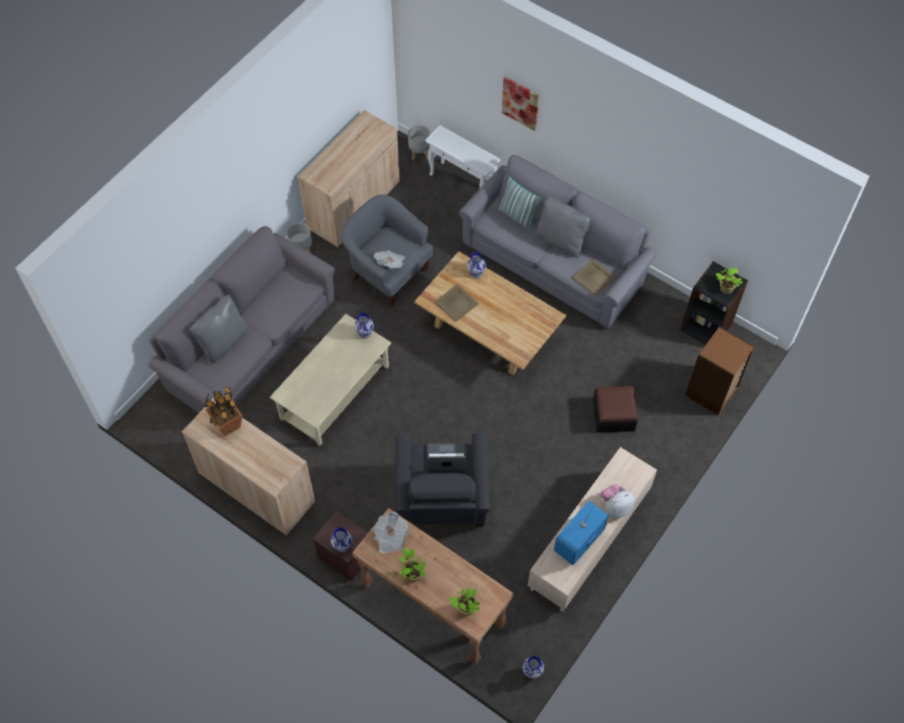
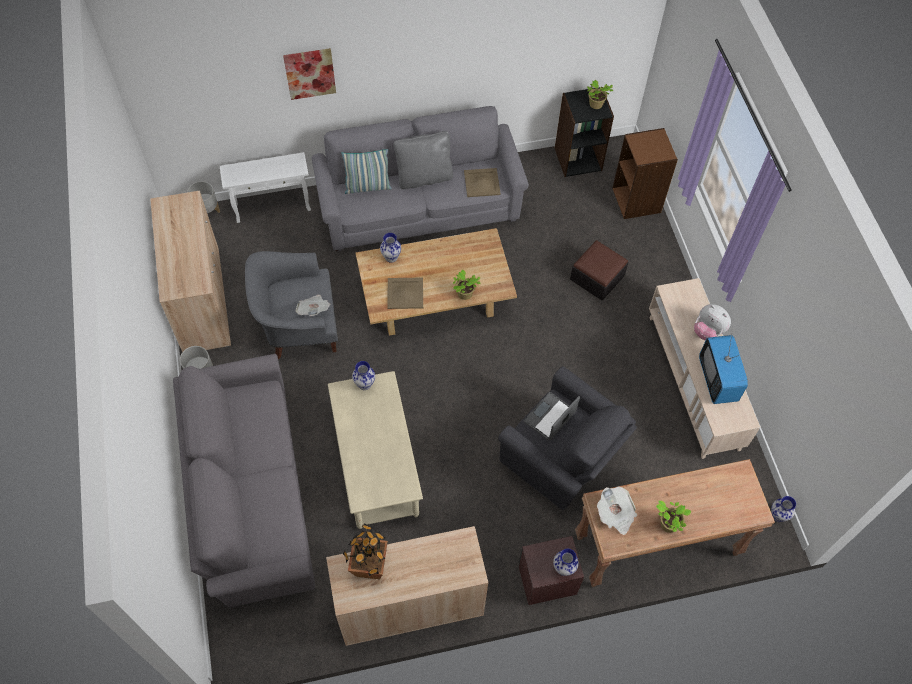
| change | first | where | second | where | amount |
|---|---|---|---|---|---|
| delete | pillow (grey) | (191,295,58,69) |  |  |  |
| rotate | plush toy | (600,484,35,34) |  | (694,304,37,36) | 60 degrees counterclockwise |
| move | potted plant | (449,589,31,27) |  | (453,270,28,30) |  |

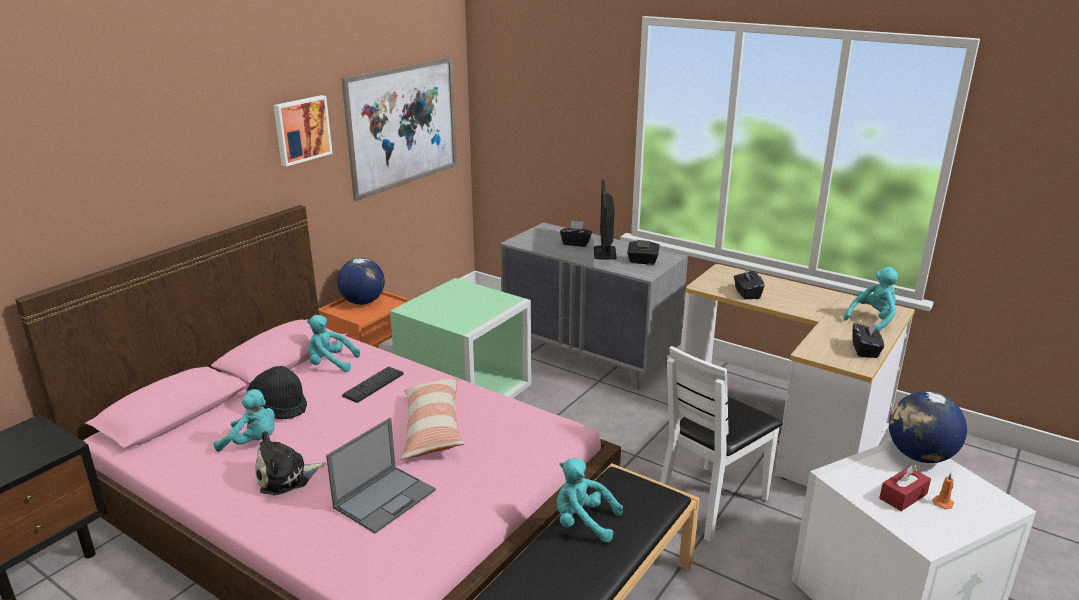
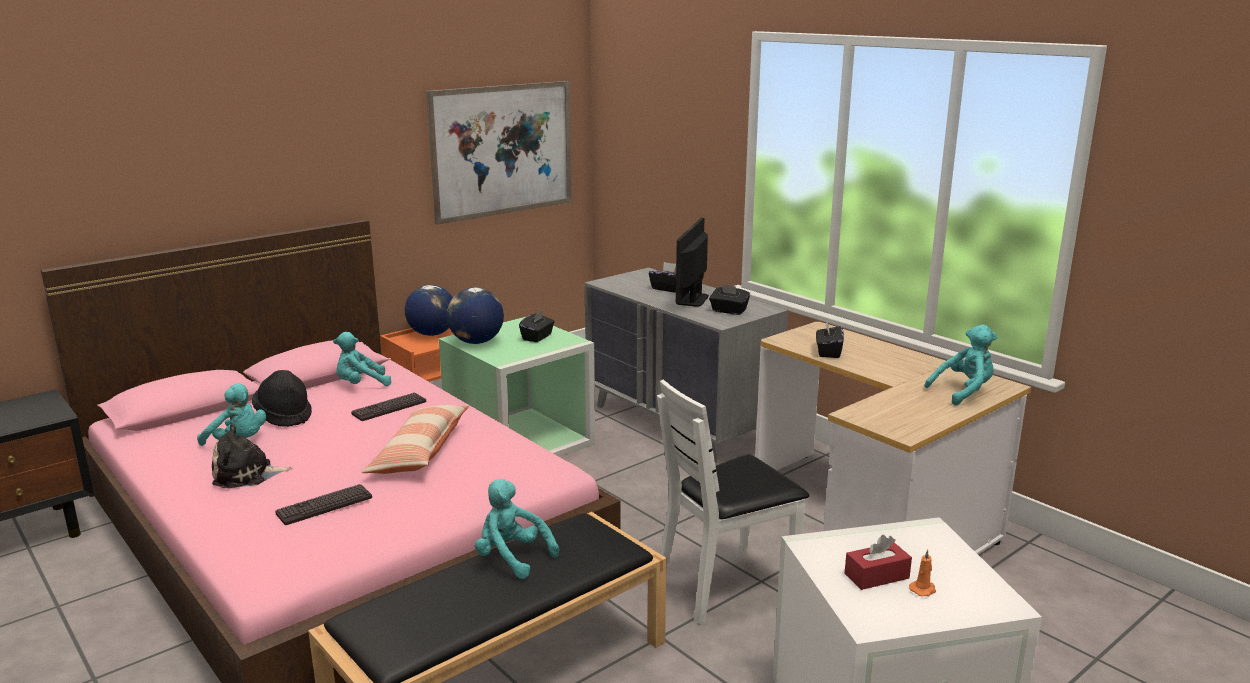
| change | first | where | second | where | amount |
|---|---|---|---|---|---|
| delete | picture | (273,95,60,72) |  |  |  |
| rotate | plush toy (turquoise) | (307,315,53,57) |  | (333,332,59,54) | 45 degrees counterclockwise |
| move | tissue box (black) | (852,321,32,37) |  | (519,310,36,32) |  |
| move | globe | (889,392,78,71) |  | (447,288,57,56) |  |
| replace | laptop | (326,418,110,115) | keyboard | (275,484,97,41) |  |

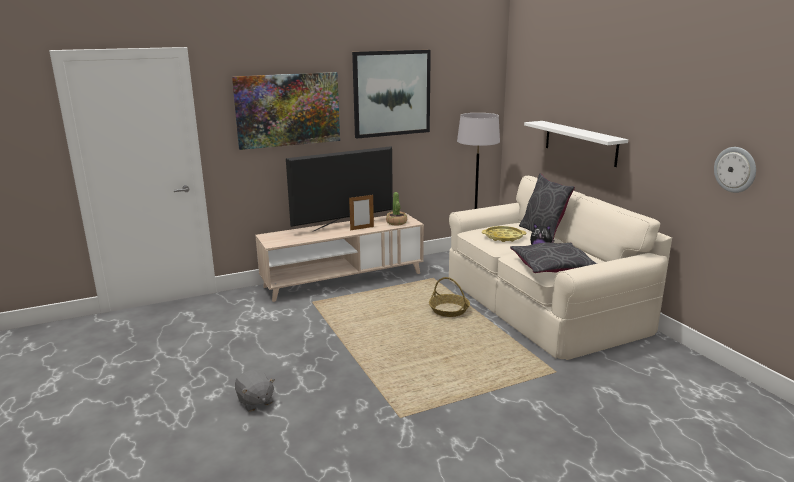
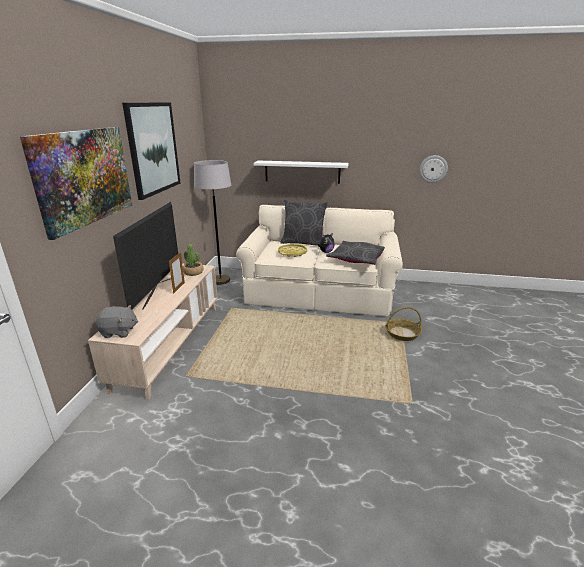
| change | first | where | second | where | amount |
|---|---|---|---|---|---|
| move | basket | (429,277,41,40) |  | (385,307,37,34) |  |
| move | plush toy (grey) | (235,370,40,41) |  | (96,305,42,33) |  |

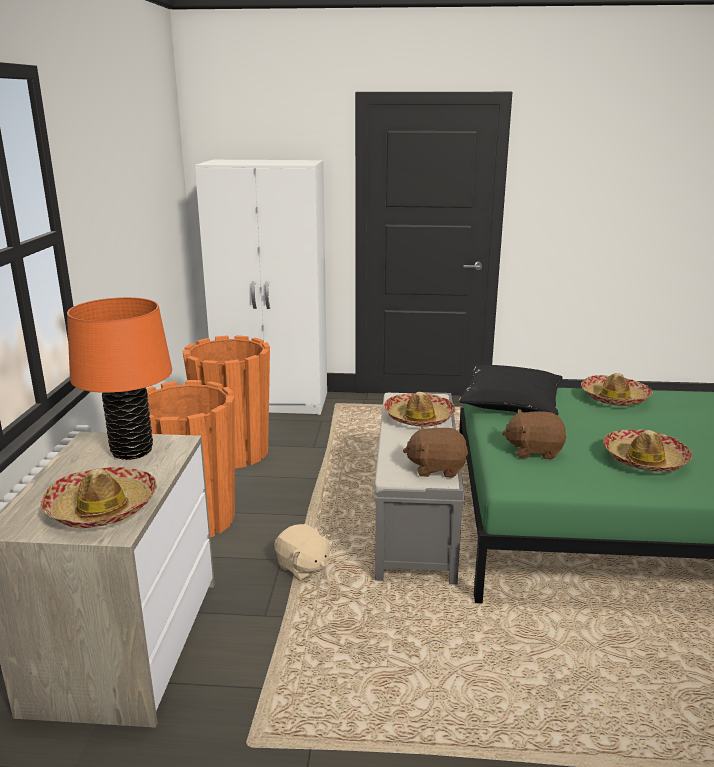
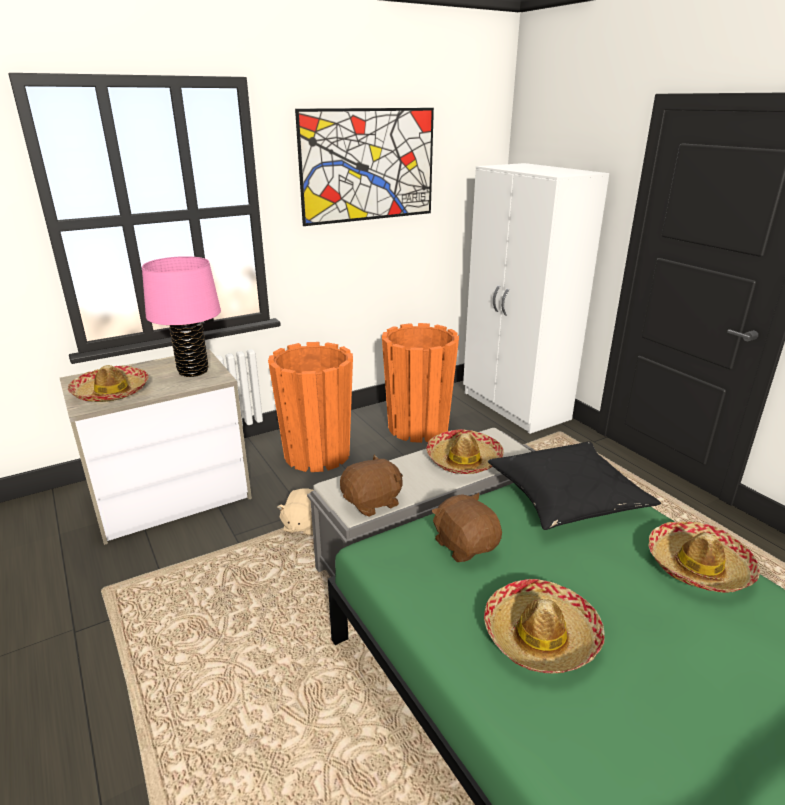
| change | first | where | second | where | amount |
|---|---|---|---|---|---|
| recolor | table lamp (orange) | (67,297,105,163) | table lamp (pink) | (142,256,79,121) |  |
| rotate | plush toy (brown) | (403,425,66,53) |  | (340,455,63,62) | 90 degrees clockwise |
| insert |  |  | picture | (295,108,139,118) |  |

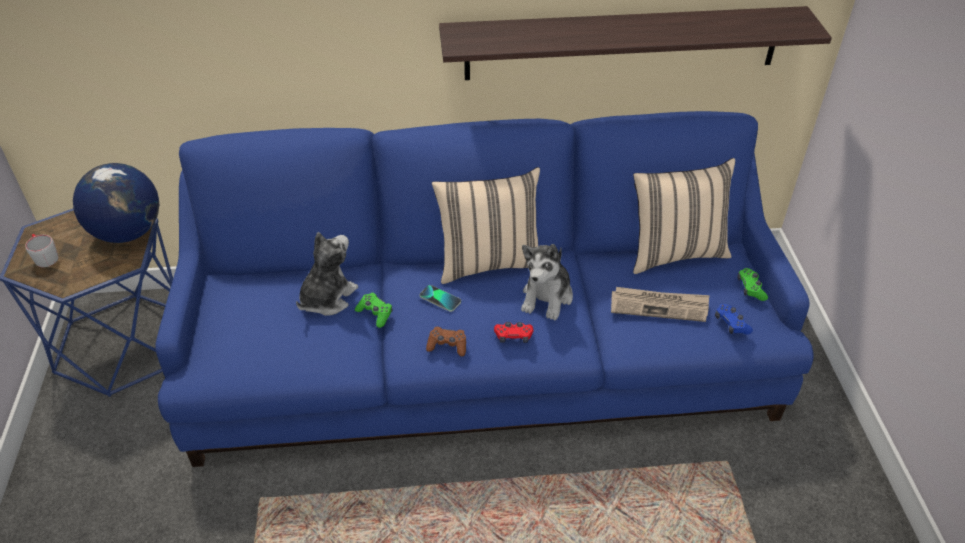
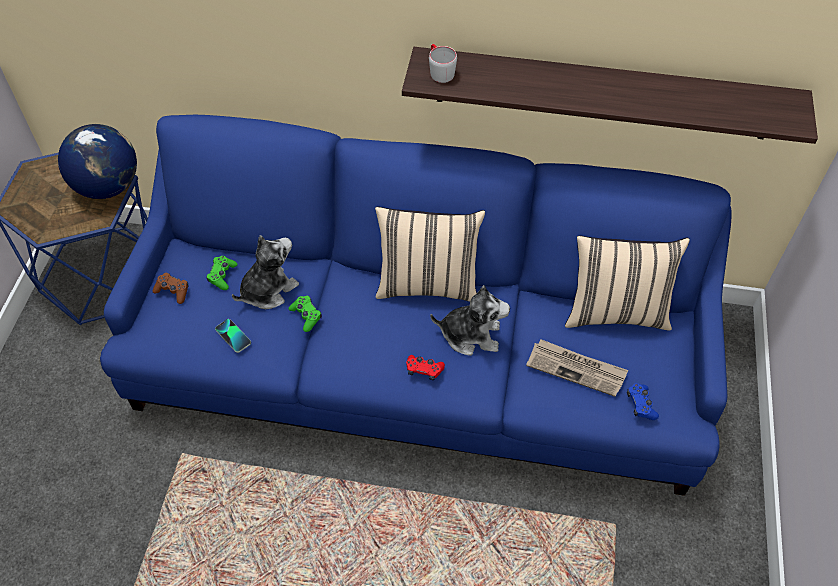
| change | first | where | second | where | amount |
|---|---|---|---|---|---|
| move | mug (grey) | (25,234,33,33) |  | (429,44,28,39) |  |
| rotate | plush toy | (521,244,52,77) |  | (430,285,80,71) | 120 degrees counterclockwise |
| move | game controller (green) | (737,268,31,33) |  | (206,256,32,34) |  |
| move | phone | (419,285,42,27) |  | (215,319,36,34) |  |
| move | game controller (brown) | (426,327,40,29) |  | (153,273,36,31) |  |

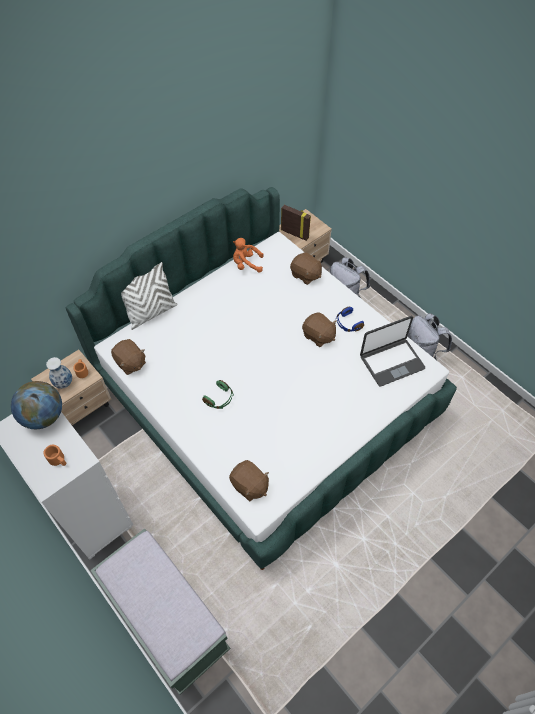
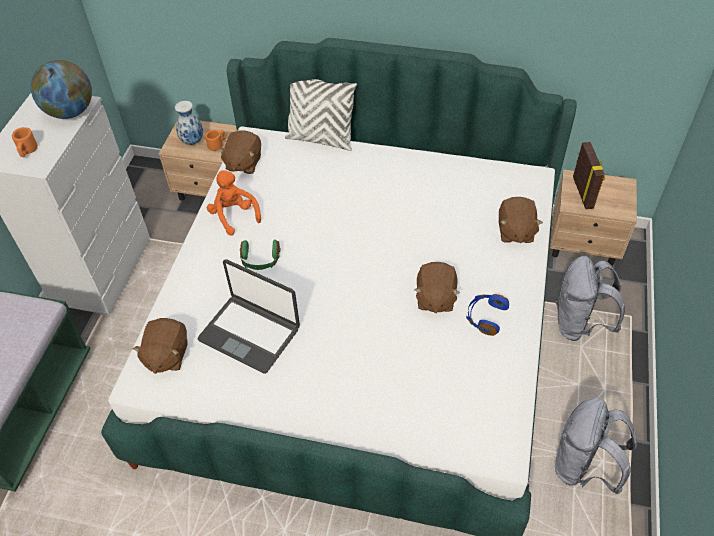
| change | first | where | second | where | amount |
|---|---|---|---|---|---|
| move | plush toy (orange) | (233,238,31,35) |  | (207,170,54,66) |  |
| move | laptop | (360,316,65,71) |  | (198,259,102,115) |  |

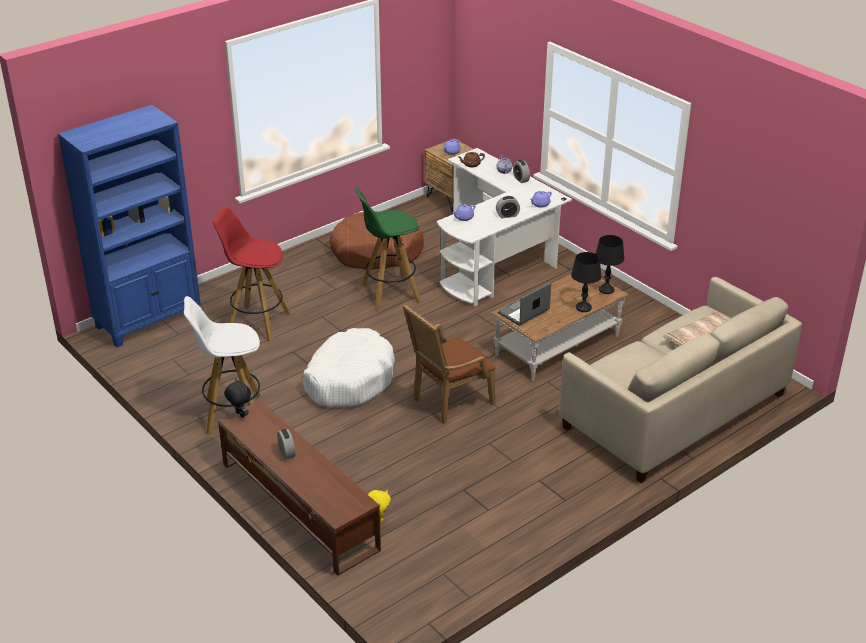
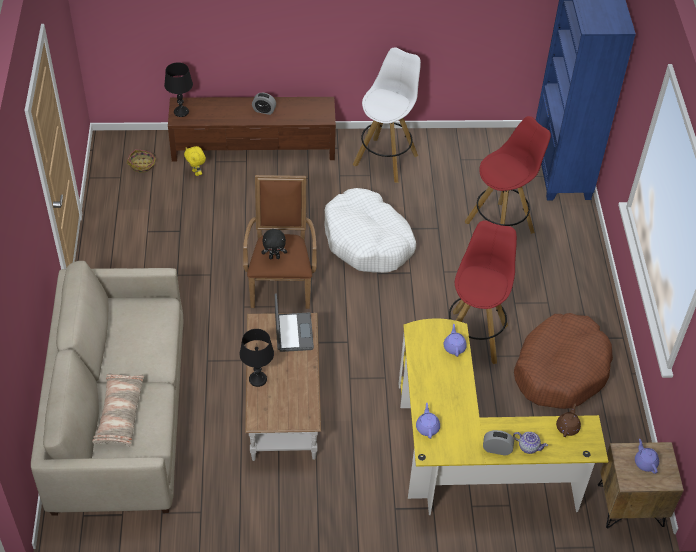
| change | first | where | second | where | amount |
|---|---|---|---|---|---|
| recolor | desk (white) | (437,148,135,159) | desk (yellow) | (399,319,209,196) |  |
| recolor | stool (green) | (355,187,66,123) | stool (red) | (449,220,68,144) |  |
| delete | alarm clock | (496,196,24,22) |  |  |  |
| move | table lamp (black) | (596,235,28,59) |  | (164,62,29,55) |  |
| move | plush toy (black) | (224,378,27,40) |  | (262,229,25,30) |  |
| insert |  |  | basket | (127,149,29,24) |  |

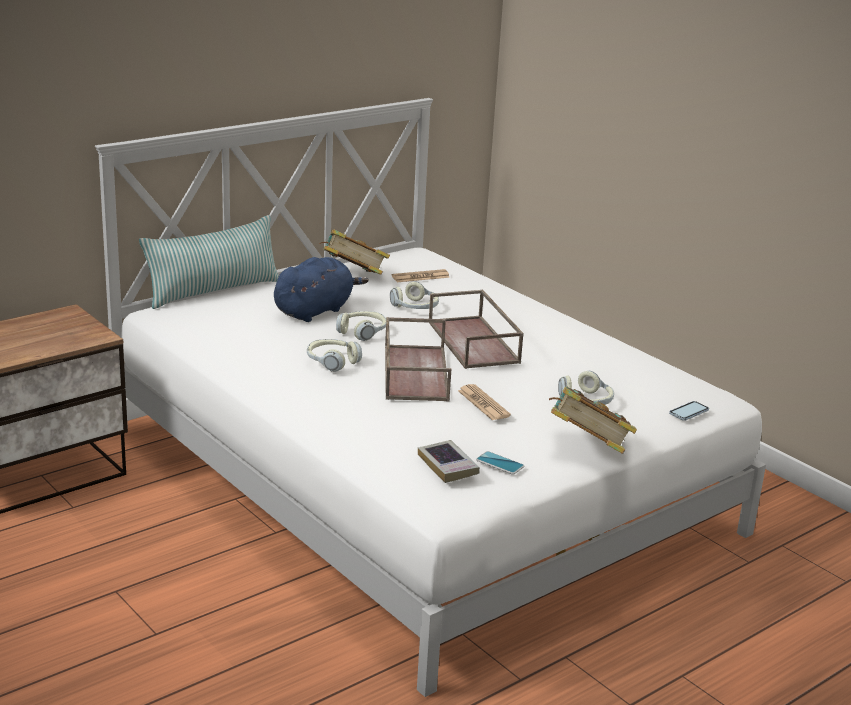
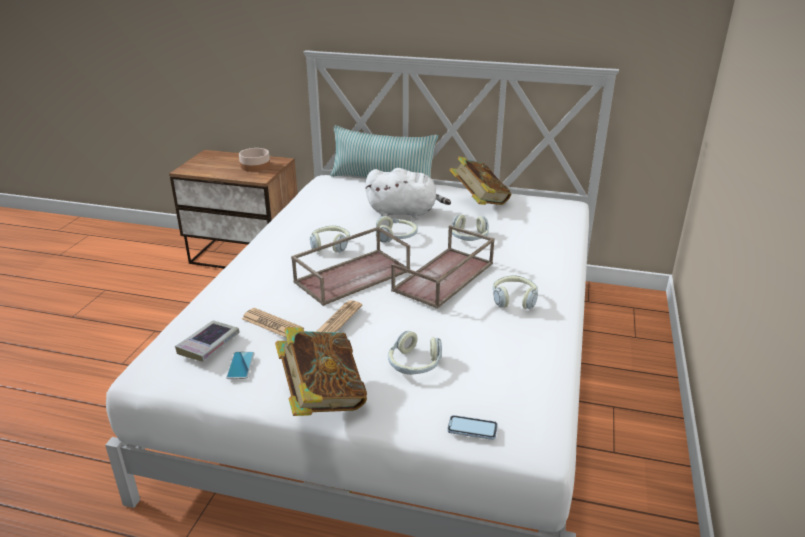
| change | first | where | second | where | amount |
|---|---|---|---|---|---|
| recolor | plush toy (blue) | (274,257,95,65) | plush toy (white) | (365,168,86,50) |  |
| move | newspaper | (392,269,58,13) |  | (242,308,62,29) |  |
| insert |  |  | bowl | (239,148,31,24) |  |
| insert |  |  | headphones | (493,275,45,34) |  |

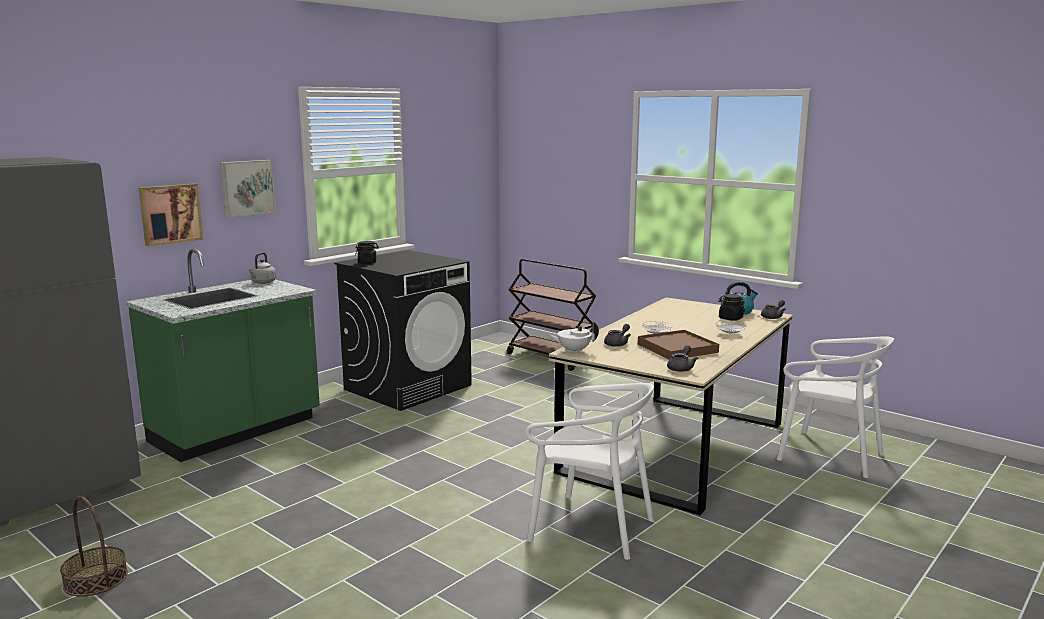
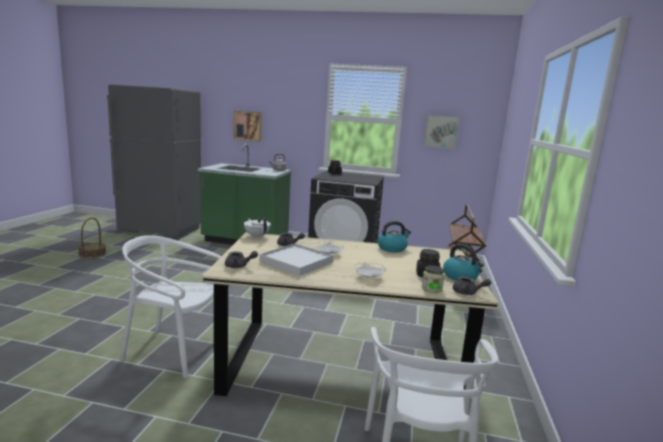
| change | first | where | second | where | amount |
|---|---|---|---|---|---|
| move | picture | (220,160,56,57) |  | (424,115,35,34) |  |
| recolor | tray (brown) | (638,330,81,29) | tray (white) | (259,243,75,33) |  |
| rotate | chair (white) | (525,383,129,177) |  | (120,235,101,143) | 105 degrees clockwise |
| insert |  |  | kettle | (378,221,33,31) |  |
| insert |  |  | jar | (422,265,23,28) |  |

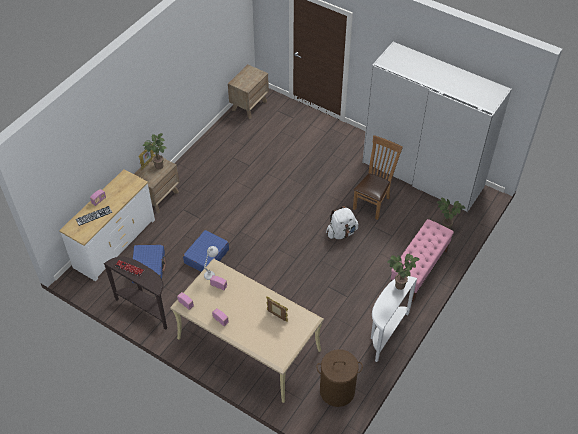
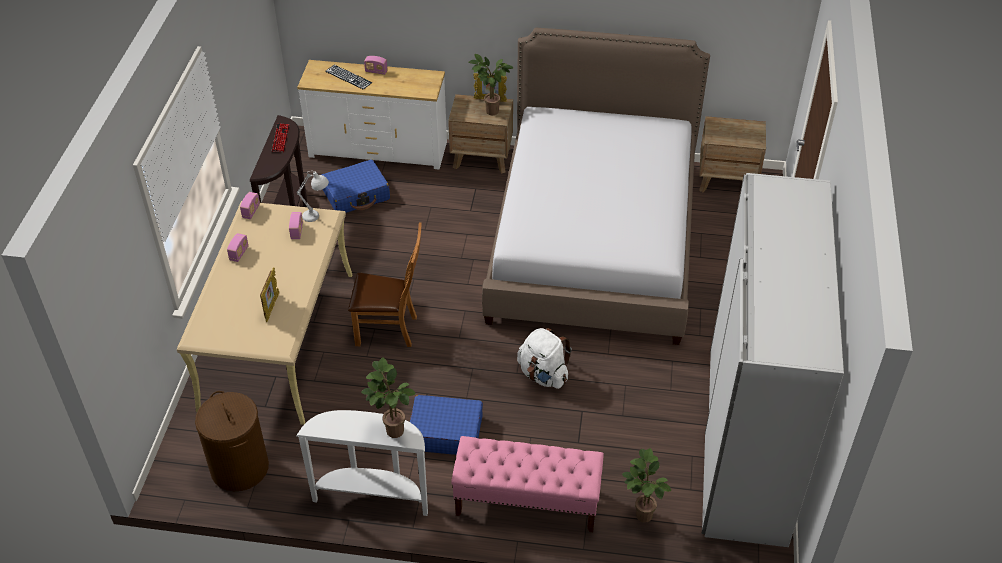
| change | first | where | second | where | amount |
|---|---|---|---|---|---|
| move | chair (brown) | (353,135,50,85) |  | (348,222,74,125) |  |
| move | suitcase (blue) | (183,230,46,42) |  | (410,395,73,60) |  |
| insert |  |  | bed | (482,28,228,317) |  |

